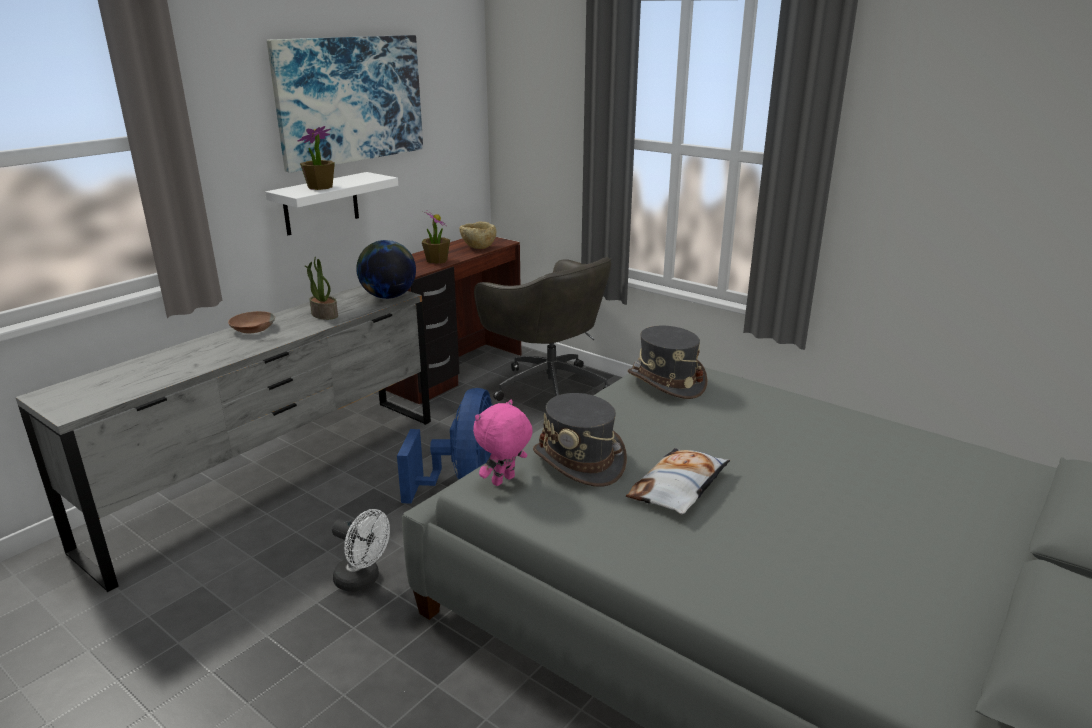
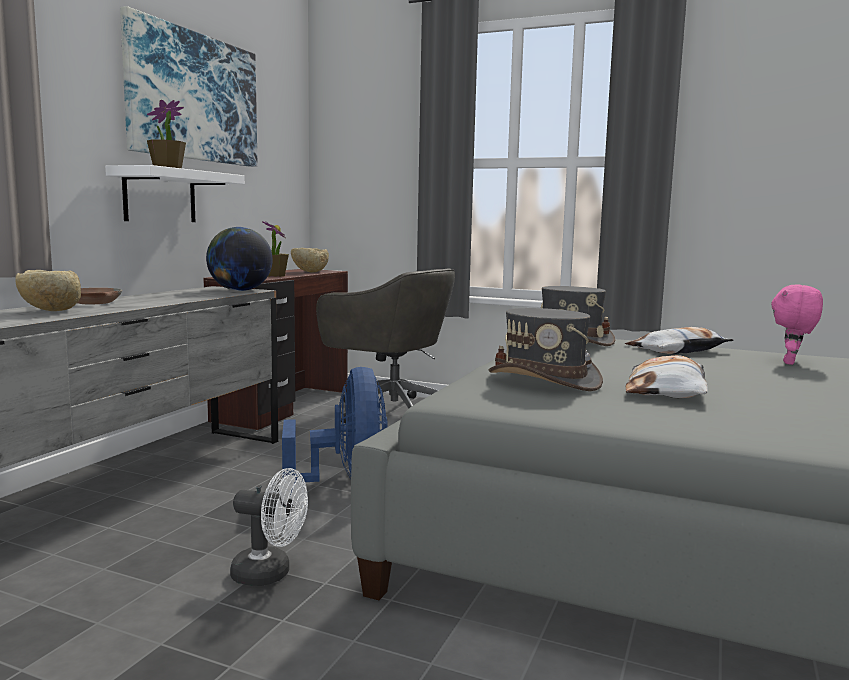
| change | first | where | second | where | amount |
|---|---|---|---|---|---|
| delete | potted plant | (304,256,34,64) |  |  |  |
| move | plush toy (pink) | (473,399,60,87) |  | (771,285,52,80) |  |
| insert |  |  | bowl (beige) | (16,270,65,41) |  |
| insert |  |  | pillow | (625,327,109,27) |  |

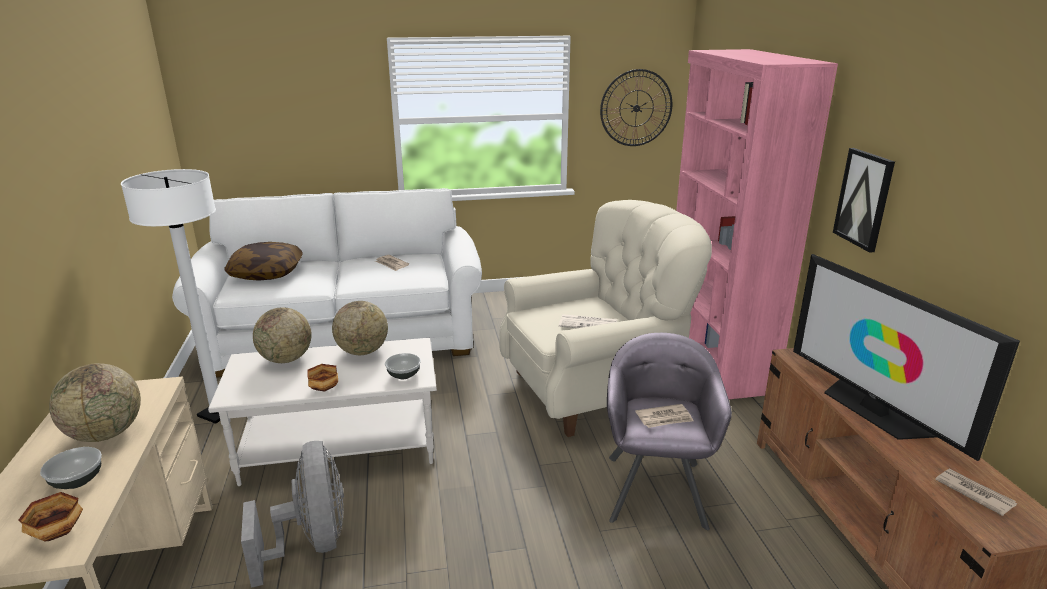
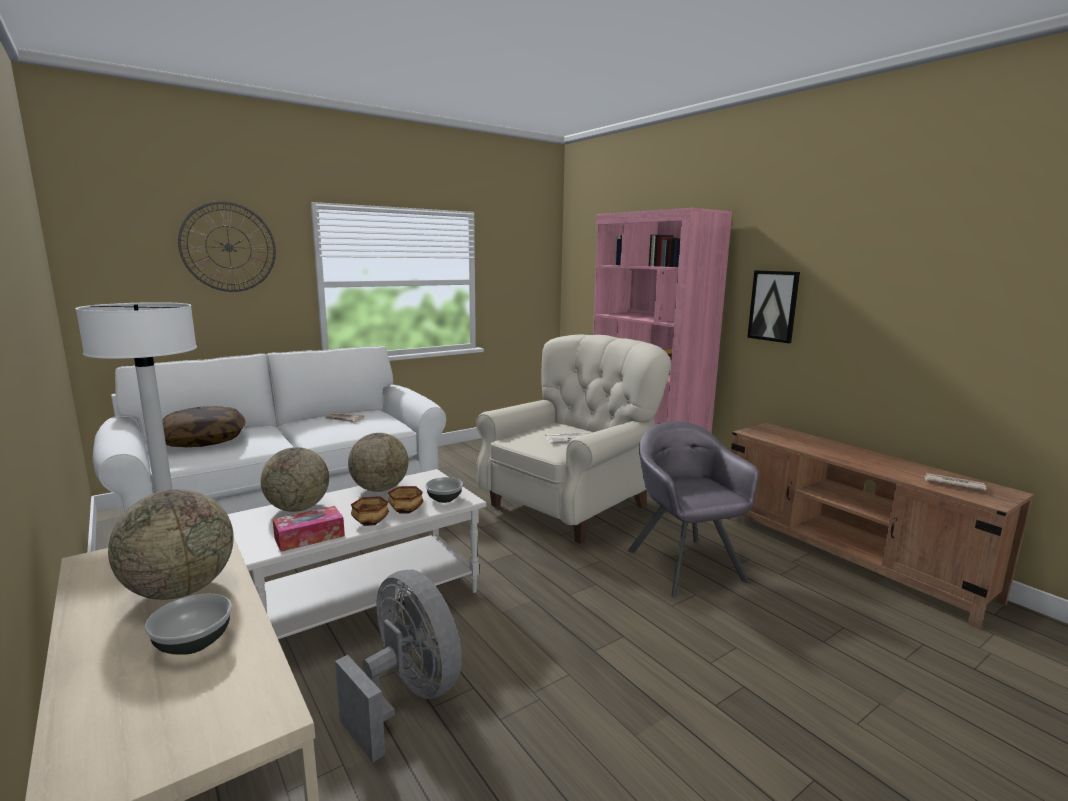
| change | first | where | second | where | amount |
|---|---|---|---|---|---|
| move | wall clock | (600,69,72,77) |  | (178,201,98,91) |  |
| delete | television | (793,254,227,207) |  |  |  |
| delete | newspaper | (635,404,58,24) |  |  |  |
| move | bowl | (18,492,65,49) |  | (388,486,36,27) |  |
| insert |  |  | tissue box | (273,506,72,46) |  |

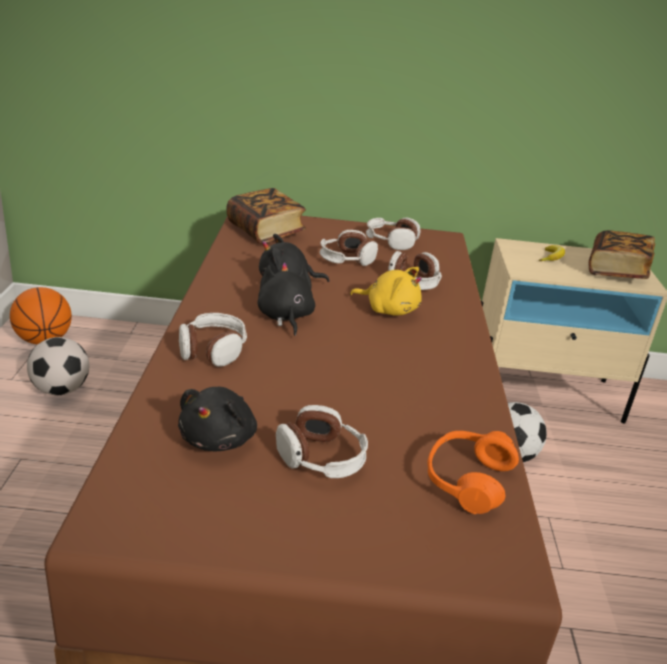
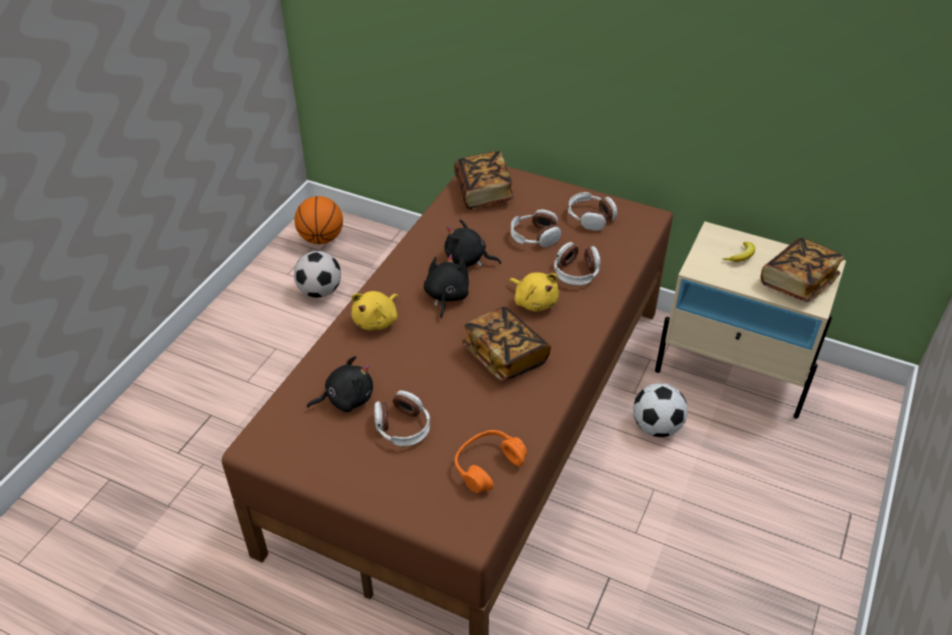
| change | first | where | second | where | amount |
|---|---|---|---|---|---|
| replace | headphones | (179,313,68,54) | plush toy (yellow) | (351,291,47,39) |  |
| rotate | plush toy (black) | (178,387,79,64) |  | (307,356,66,56) | 150 degrees counterclockwise |
| insert |  |  | book | (462,307,89,75) |  |

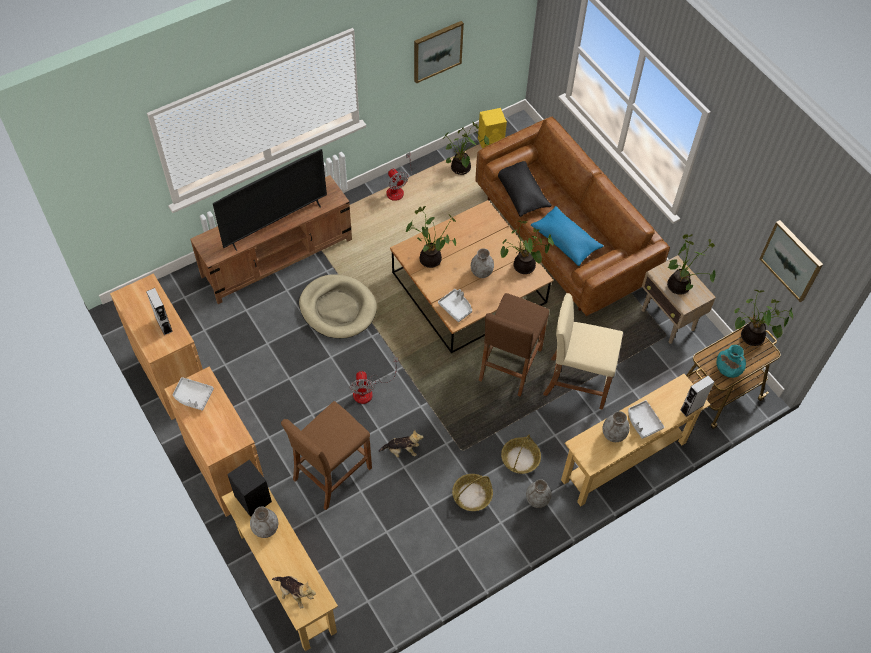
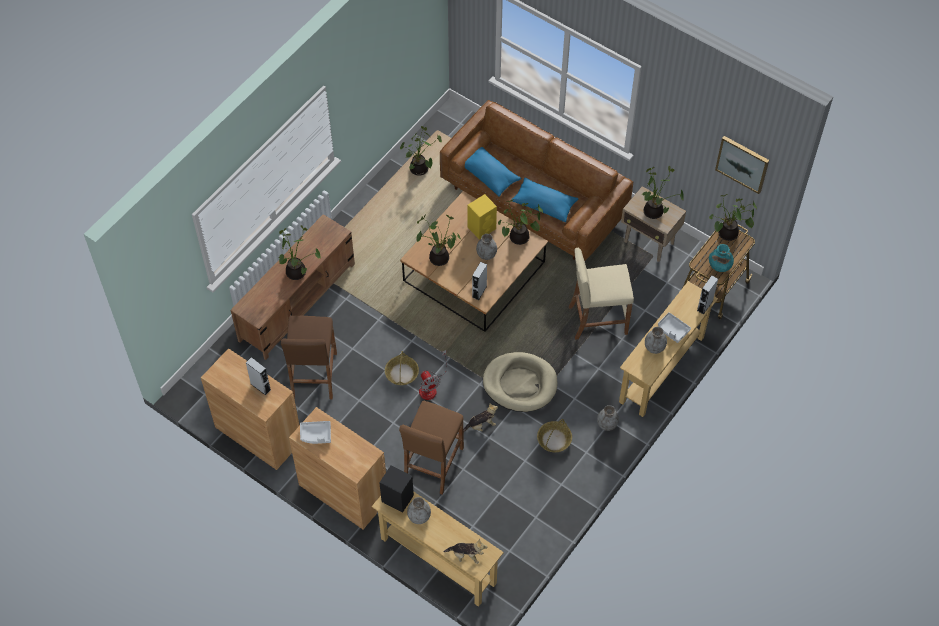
| change | first | where | second | where | amount |
|---|---|---|---|---|---|
| delete | picture | (414,21,50,63) |  |  |  |
| move | speaker (yellow) | (478,108,29,40) |  | (468,194,29,46) |  |
| replace | television | (213,149,114,102) | potted plant | (278,225,43,55) |  |
| delete | fan | (386,152,26,49) |  |  |  |
| recolor | pillow (black) | (498,161,54,56) | pillow (blue) | (465,147,56,49) |  |
| move | dog bed (beige) | (299,274,78,65) |  | (483,352,75,60) |  |
| replace | tray (grey) | (438,289,34,33) | speaker (grey) | (472,262,15,38) |  |
| move | stool (brown) | (479,293,70,104) |  | (281,316,56,83) |  |
| move | basket | (501,435,40,39) |  | (385,351,34,34) |  |

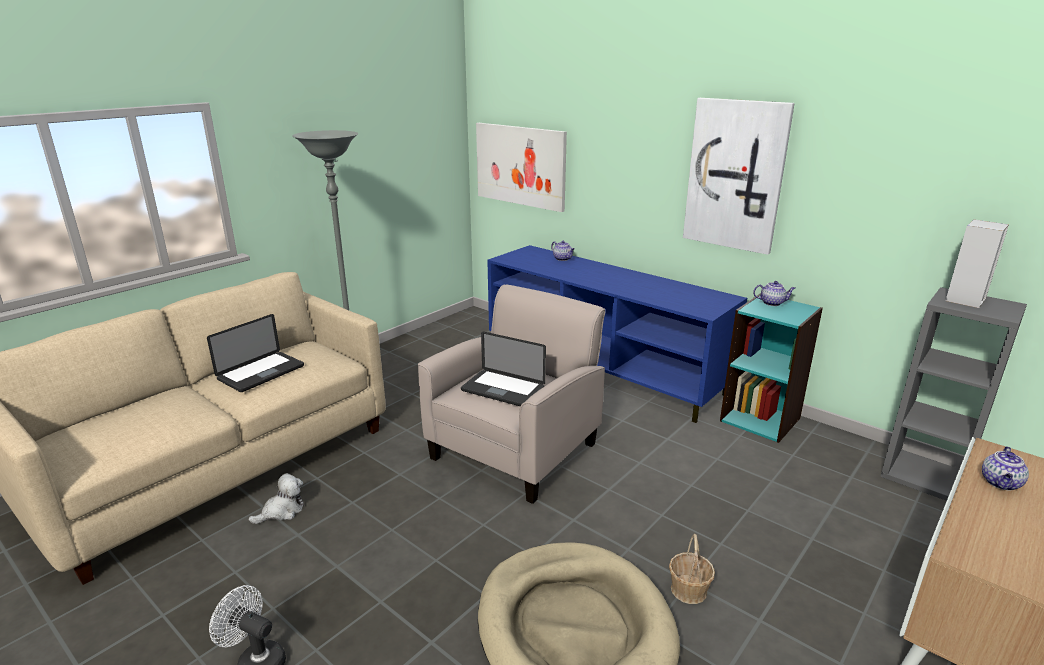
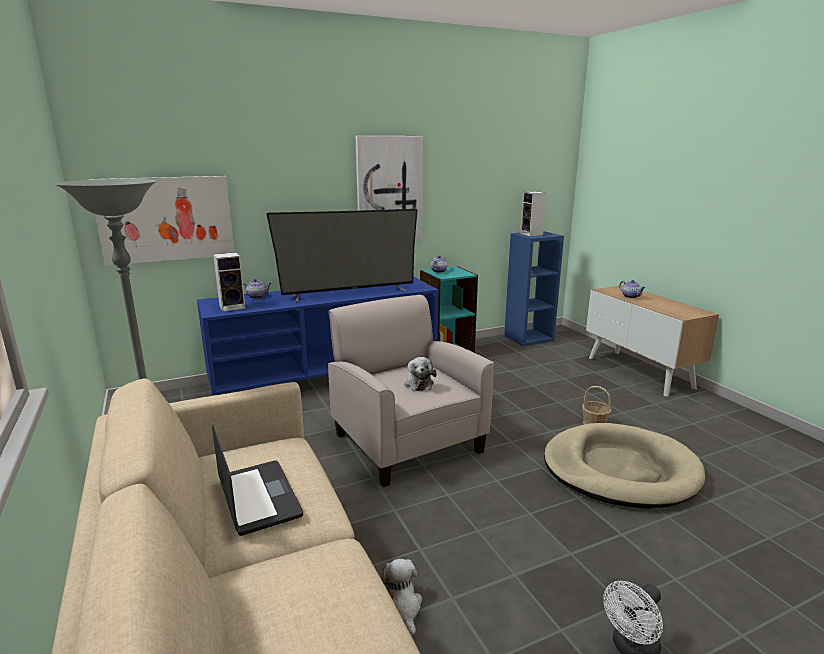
| change | first | where | second | where | amount |
|---|---|---|---|---|---|
| recolor | bookcase (grey) | (880,287,147,214) | bookcase (blue) | (504,231,60,115) |  |
| replace | laptop | (461,332,85,74) | plush toy | (404,357,33,34) |  |
| insert |  |  | television | (266,209,151,94) |  |
| insert |  |  | speaker | (213,252,33,60) |  |

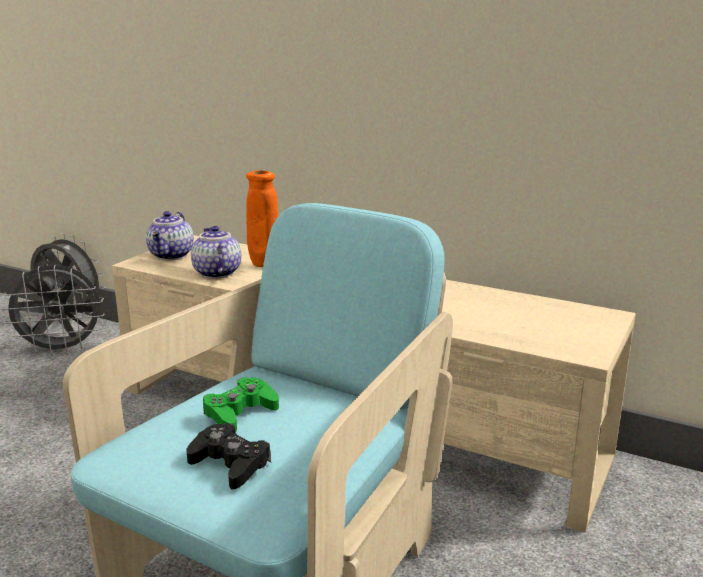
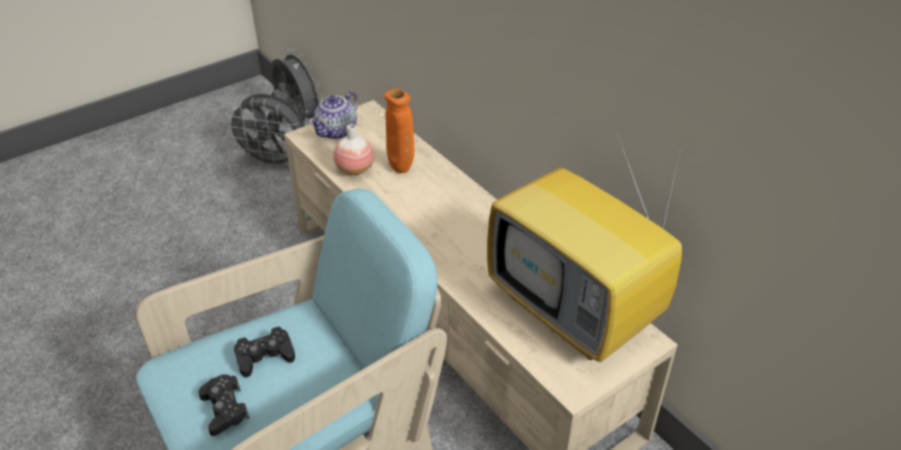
| change | first | where | second | where | amount |
|---|---|---|---|---|---|
| replace | teapot | (191,226,50,53) | vase | (333,124,41,51) |  |
| recolor | game controller (green) | (203,377,76,54) | game controller (black) | (234,327,61,50) |  |
| insert |  |  | television | (487,122,195,241) |  |

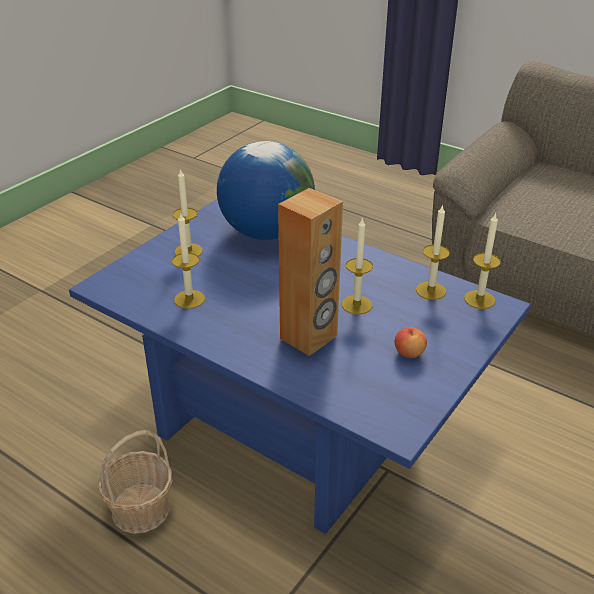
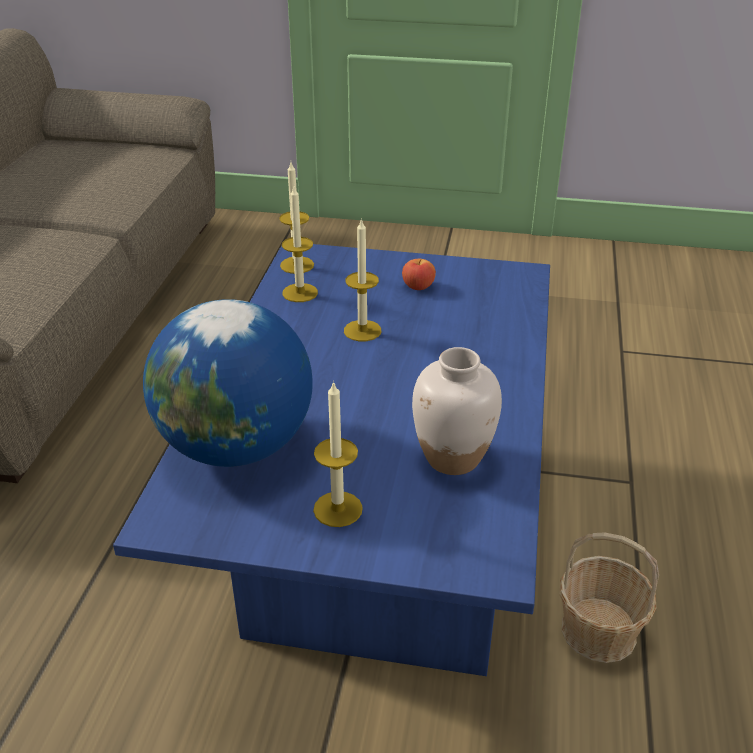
| change | first | where | second | where | amount |
|---|---|---|---|---|---|
| delete | speaker (brown) | (278,188,65,168) |  |  |  |
| replace | candle | (172,212,33,97) | vase (white) | (412,347,90,128) |  |

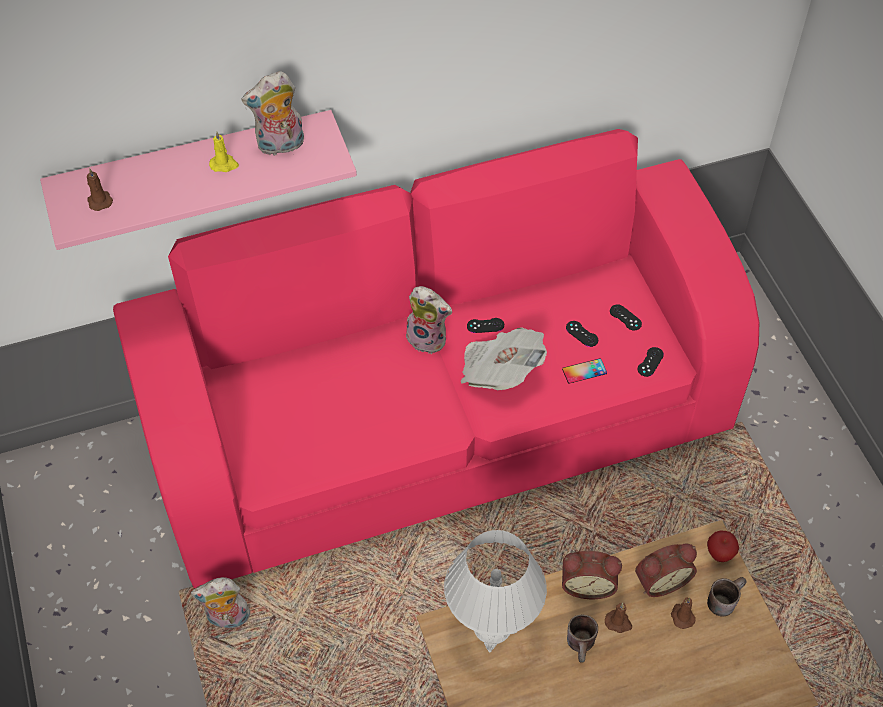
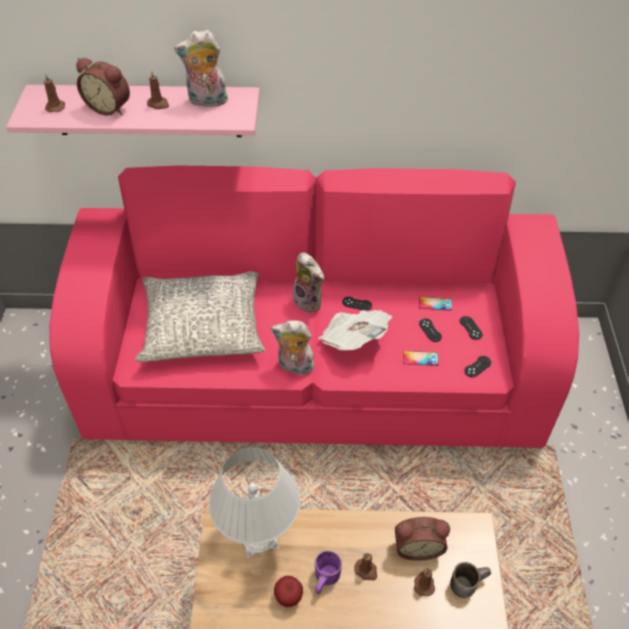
| change | first | where | second | where | amount |
|---|---|---|---|---|---|
| recolor | candle (yellow) | (209,131,30,41) | candle (brown) | (147,71,22,38) |  |
| move | apple | (707,531,32,31) |  | (274,576,29,31) |  |
| move | alarm clock | (562,551,60,48) |  | (76,58,54,57) |  |
| move | plush toy | (191,577,59,51) |  | (271,320,45,55) |  |
| recolor | mug (brown) | (567,615,31,48) | mug (purple) | (315,551,27,43) |  |
| insert |  |  | pillow (grey) | (135,271,130,91) |  |
| insert |  |  | phone | (419,297,33,14) |  |

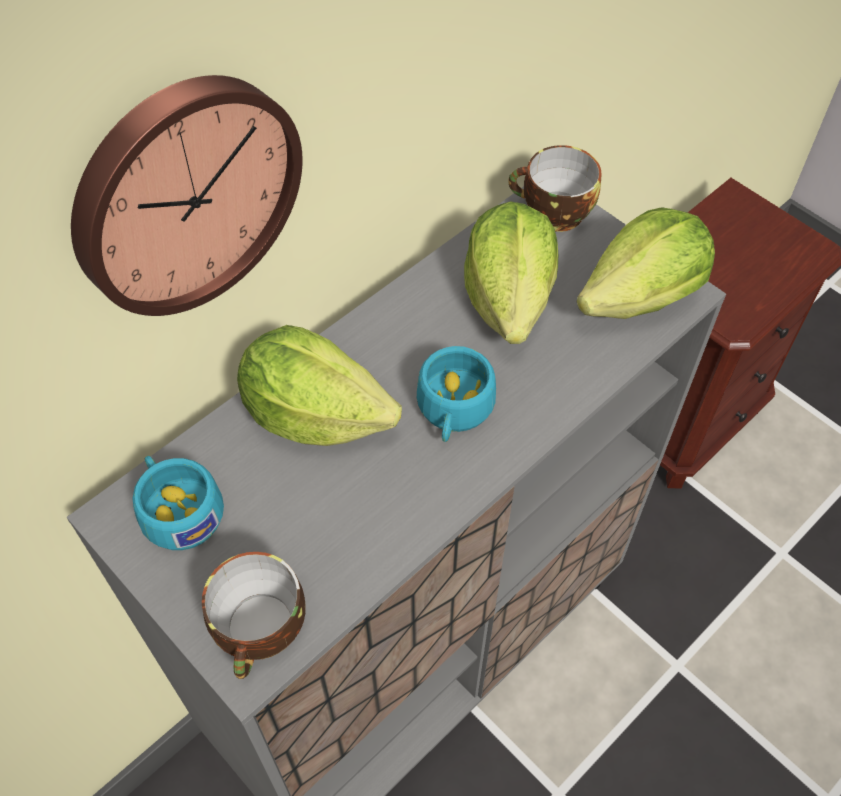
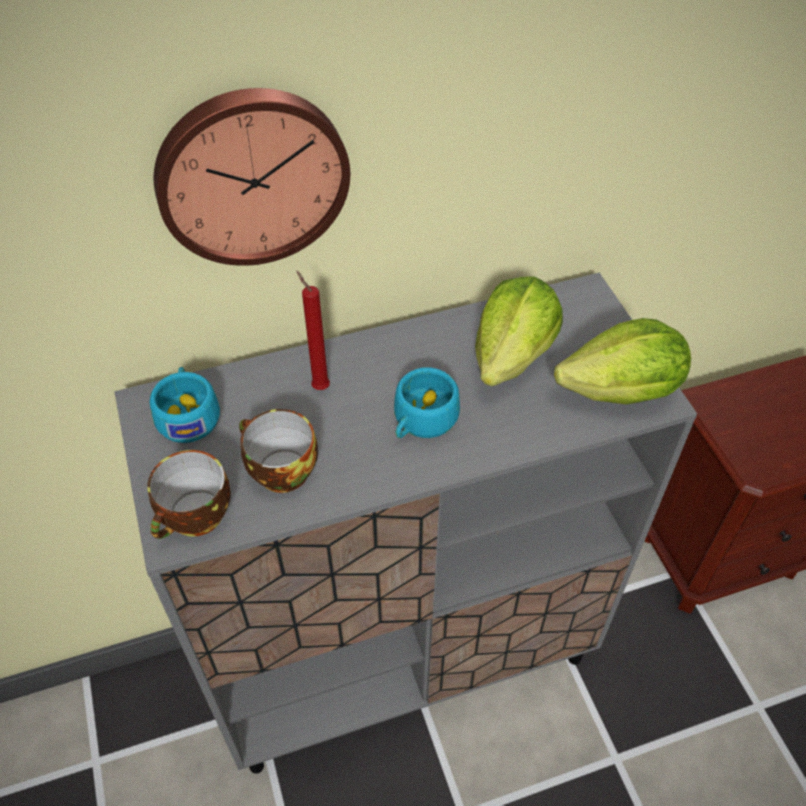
| change | first | where | second | where | amount |
|---|---|---|---|---|---|
| move | cup | (508,145,94,87) |  | (239,409,79,84) |  |
| replace | lettuce | (237,325,165,121) | candle (red) | (296,271,34,119) |  |

